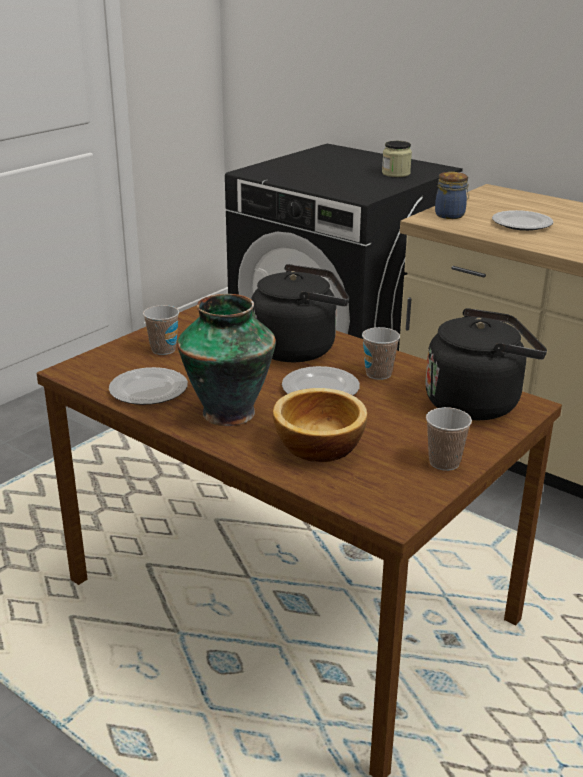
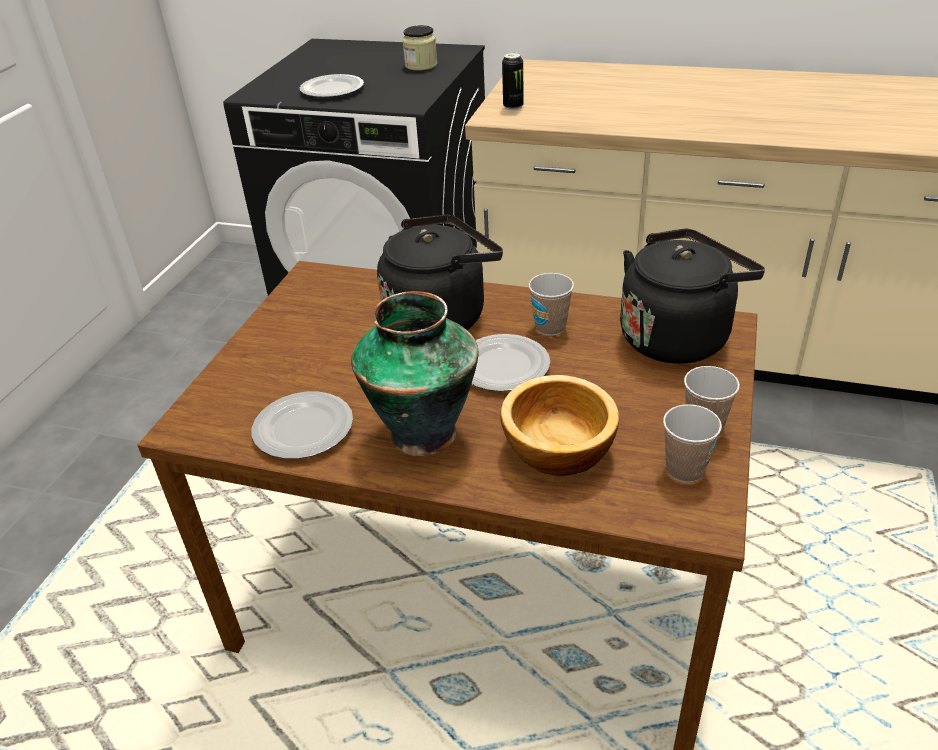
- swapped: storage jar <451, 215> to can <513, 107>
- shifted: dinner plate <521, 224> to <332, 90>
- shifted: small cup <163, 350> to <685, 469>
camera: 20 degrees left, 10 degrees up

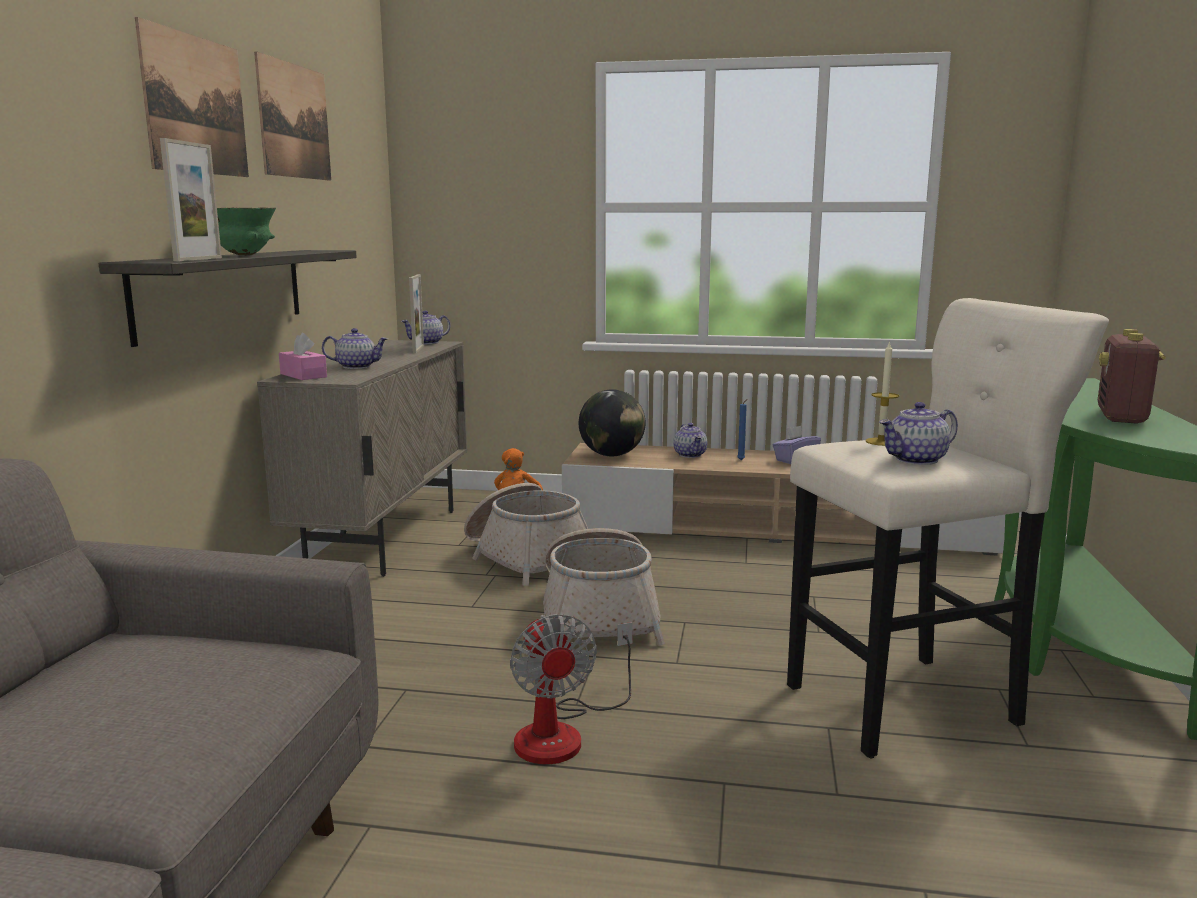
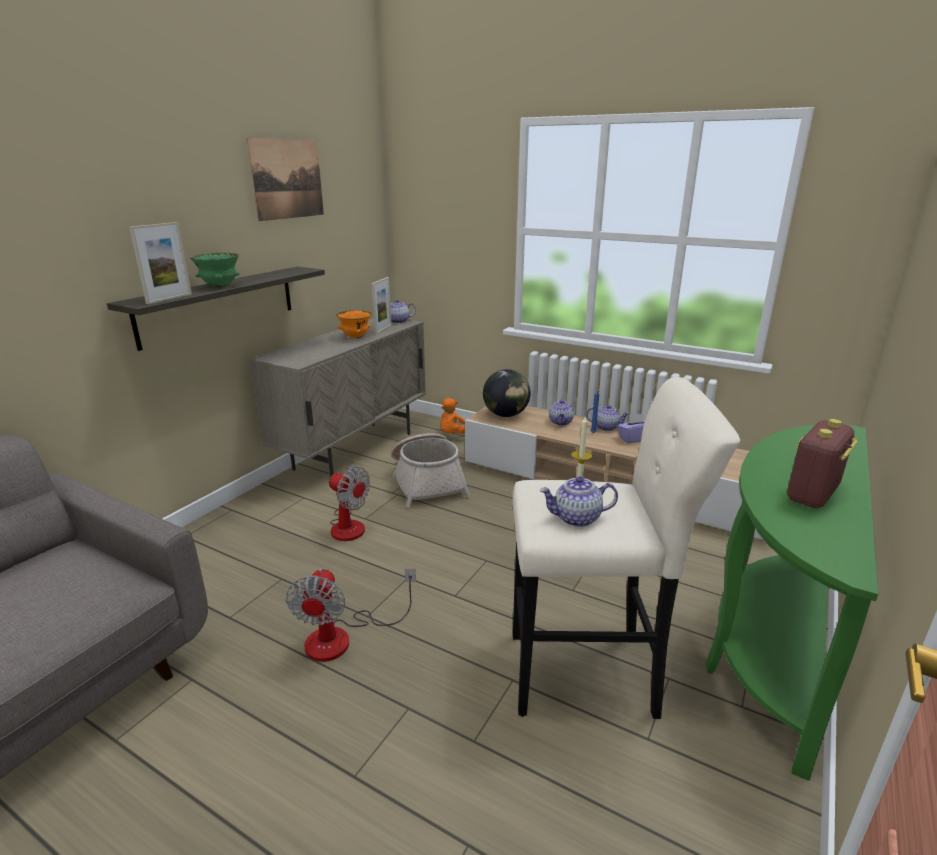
- gone: wall art <196, 105>
- shifted: teapot <357, 366> to <606, 427>
- gone: pink-coloured tissue holder <303, 375>
- gone: household basket <599, 615>
- new: orange bowl <355, 337>
- new: cooling fan <349, 524>
camera: 20 degrees right, 10 degrees up

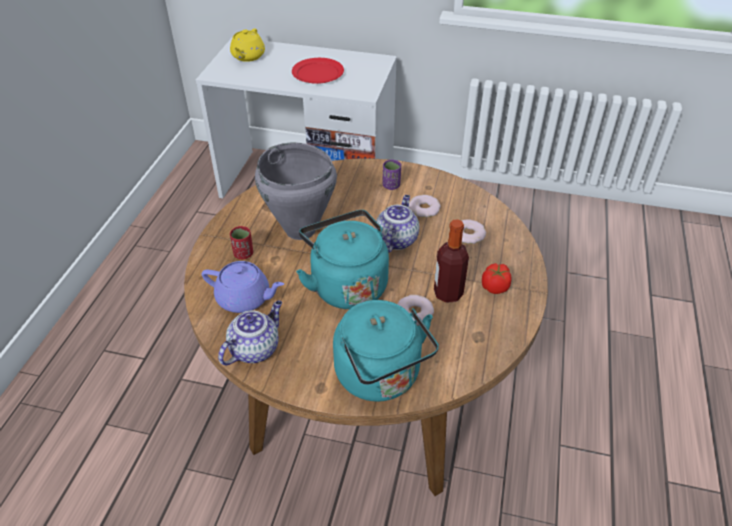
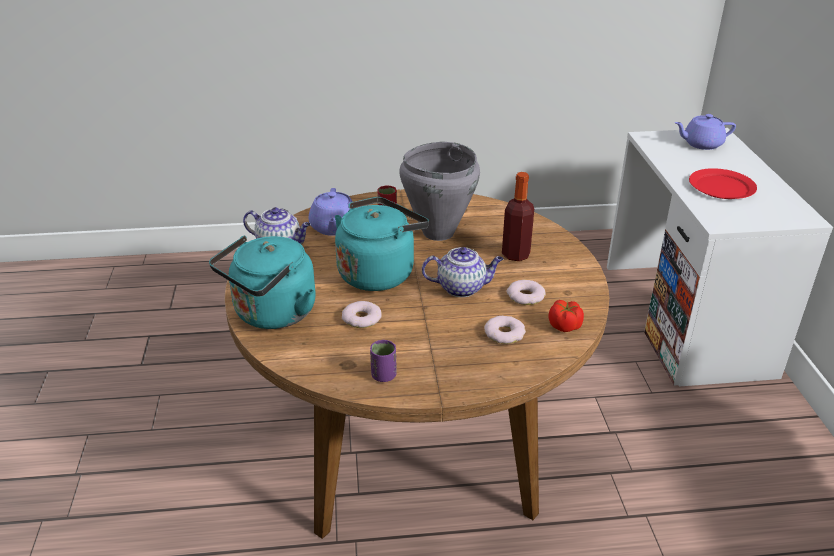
- repainted: yellowish teapot <248, 56> to purple teapot <701, 144>
- shifted: purple small cup <391, 185> to <383, 376>
- shifted: bottle <448, 293> to <515, 255>
- shifted: tomato <495, 287> to <564, 326>
camera: 70 degrees right, 10 degrees down

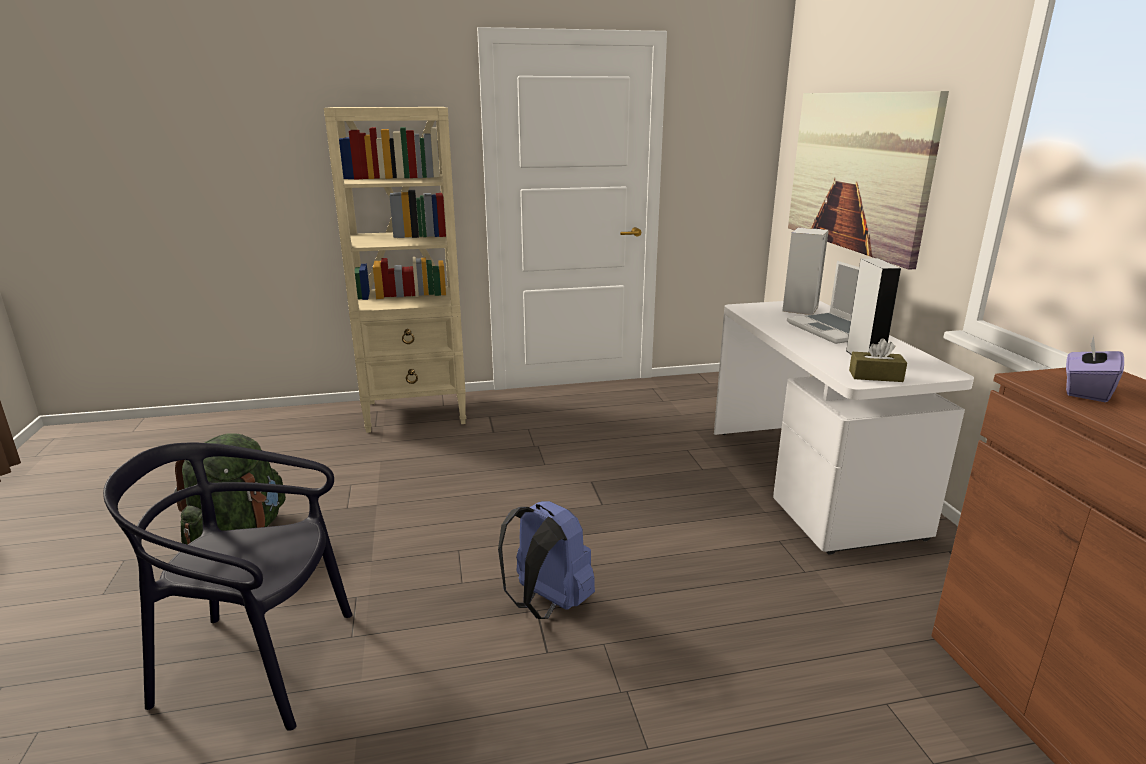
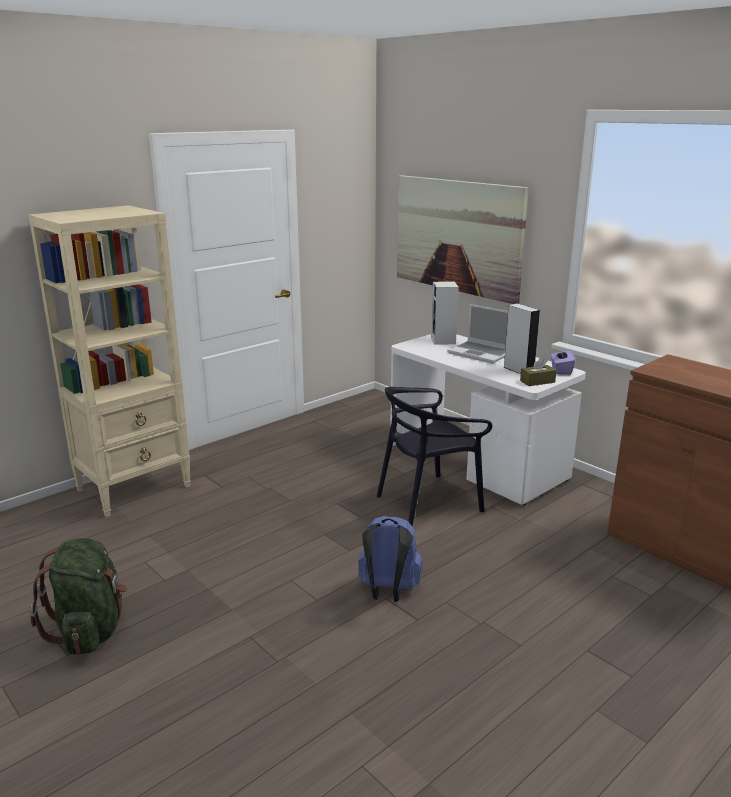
- shifted: purple tissue holder <1085, 391> to <561, 370>
- shifted: blackish chair <257, 664> to <428, 501>
camera: 30 degrees left, 0 degrees up

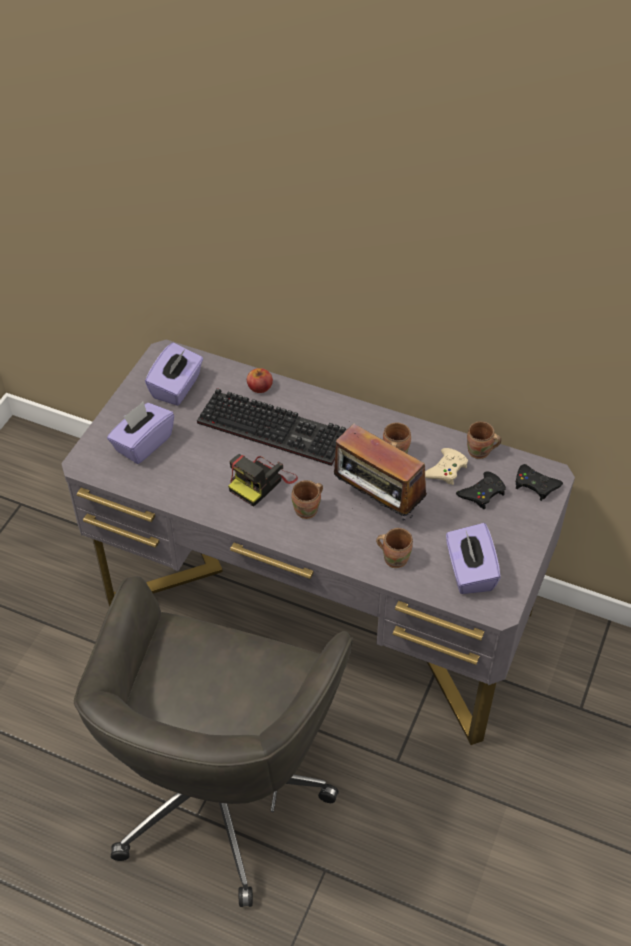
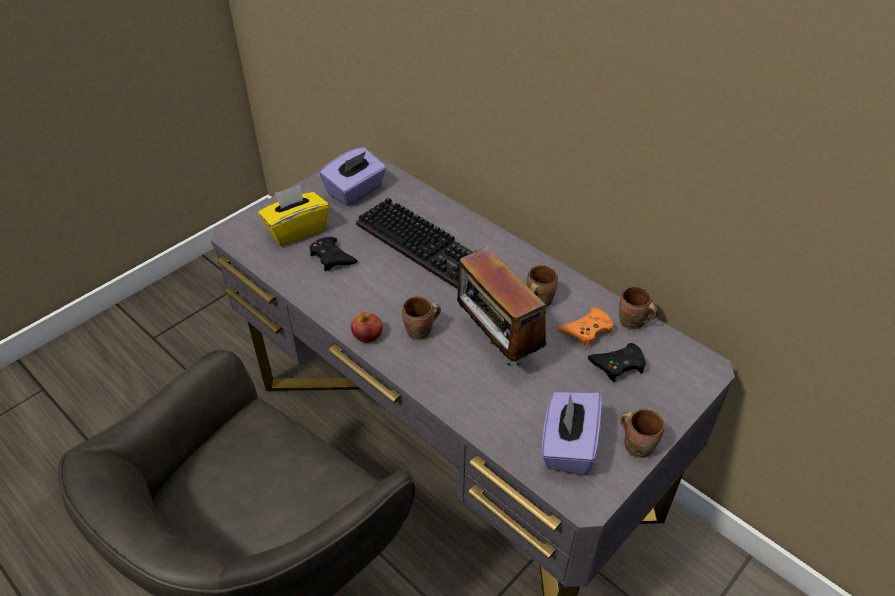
- shifted: apple <259, 387> to <367, 334>
- repainted: purple tissue holder <143, 444> to yellowish tissue holder <296, 230>
- repainted: beige-coloured gamepad <445, 470> to orange gamepad <587, 330>
- gone: still camera <262, 482>
- shifted: blackish gamepad <535, 485> to <332, 257>
- shifted: brown-coloured coffee mug <394, 557> to <637, 444>
camera: 20 degrees right, 5 degrees down

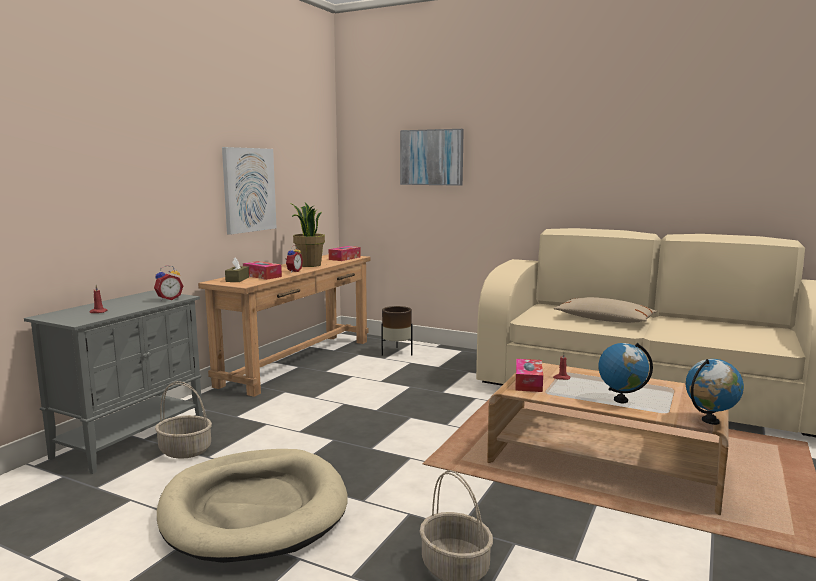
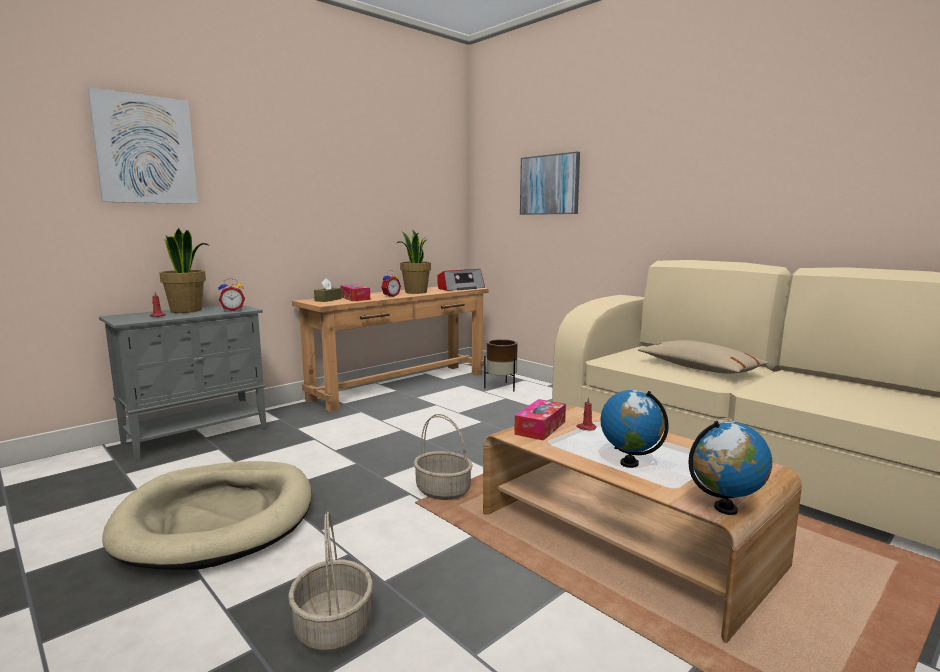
- shifted: wall art <248, 190> to <145, 150>
- swapped: tissue holder <344, 258> to radio <460, 288>
- shifted: household basket <186, 450> to <443, 491>
- new: plant in a pot <187, 310>
camera: 20 degrees right, 0 degrees up

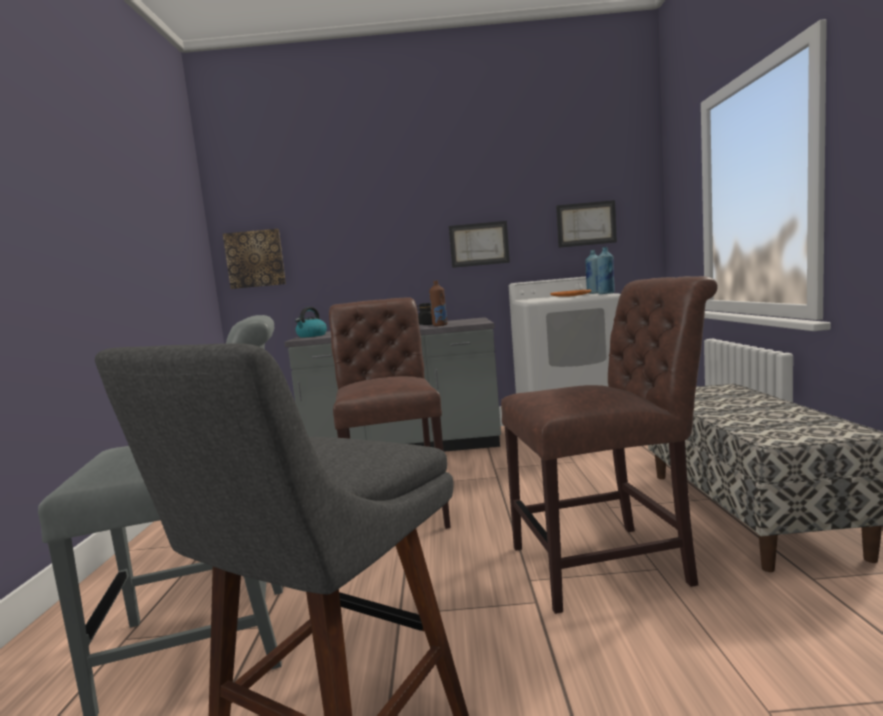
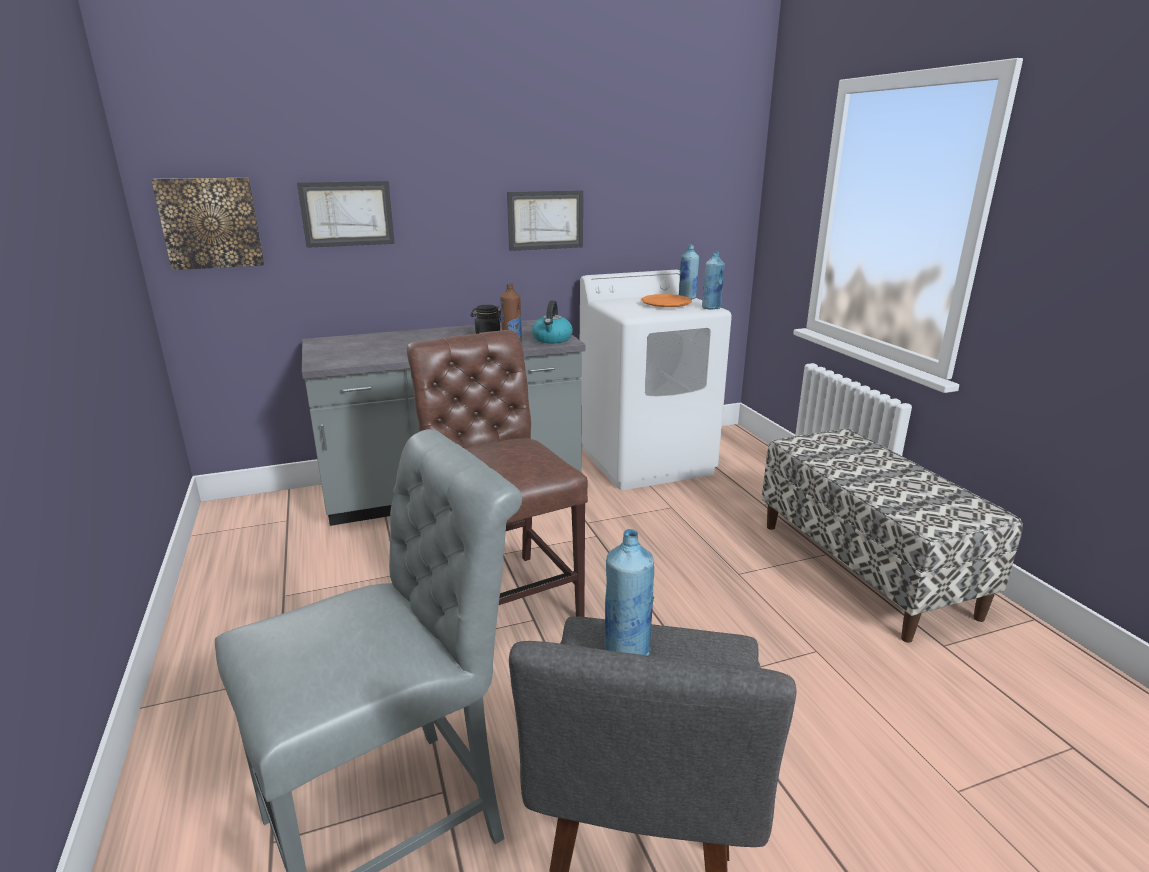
- shifted: wall art <586, 224> to <347, 214>
- gone: brown-coloured chair <608, 564>
- shifted: water kettle <311, 336> to <552, 339>
- new: bluish bottle <627, 650>
camera: 20 degrees left, 15 degrees up

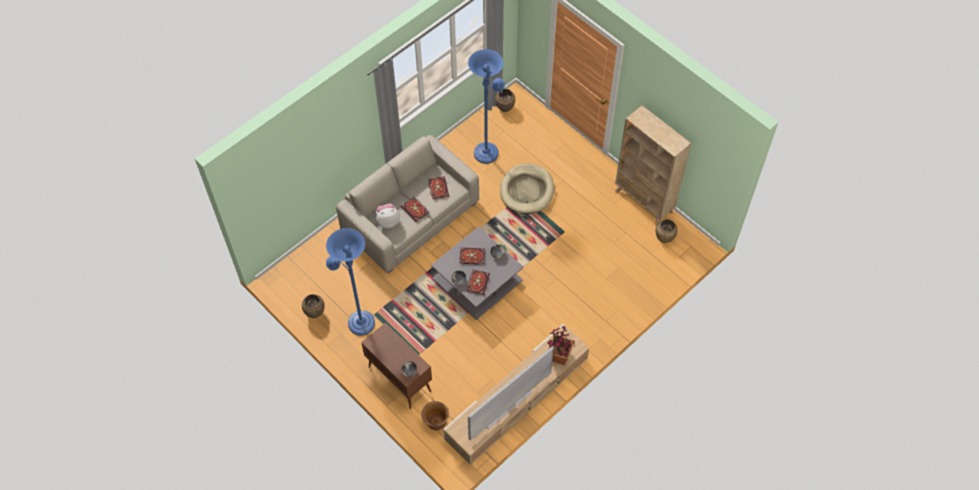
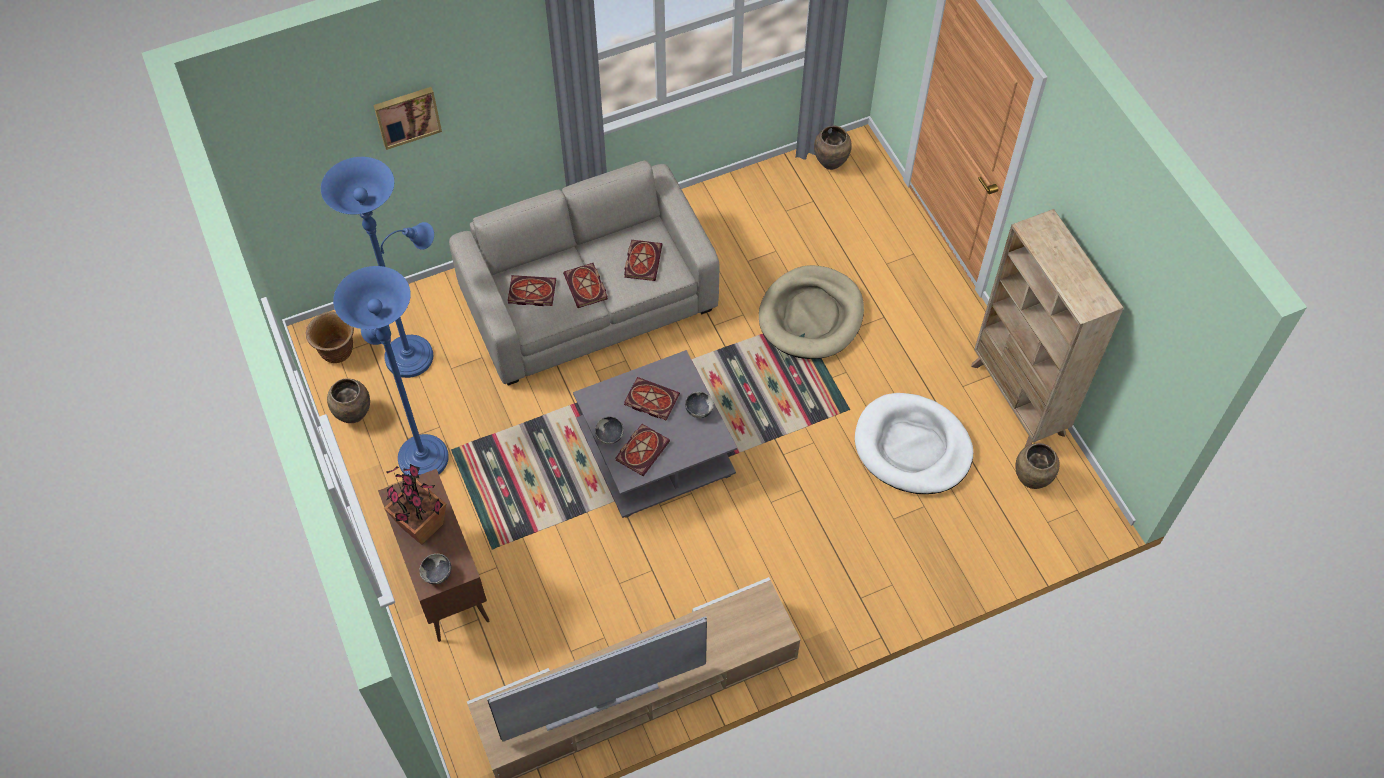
- shifted: bluish standing lamp <487, 151> to <414, 353>
- swapped: cuddly toy <388, 221> to volume <530, 292>
- shifted: plant in a pot <559, 356> to <421, 526>
- shifted: brown-coloured flower pot <436, 422> to <337, 351>
- new: wall art <407, 116>
- new: white-coloured dog cushion <912, 447>
camera: 20 degrees right, 0 degrees up

